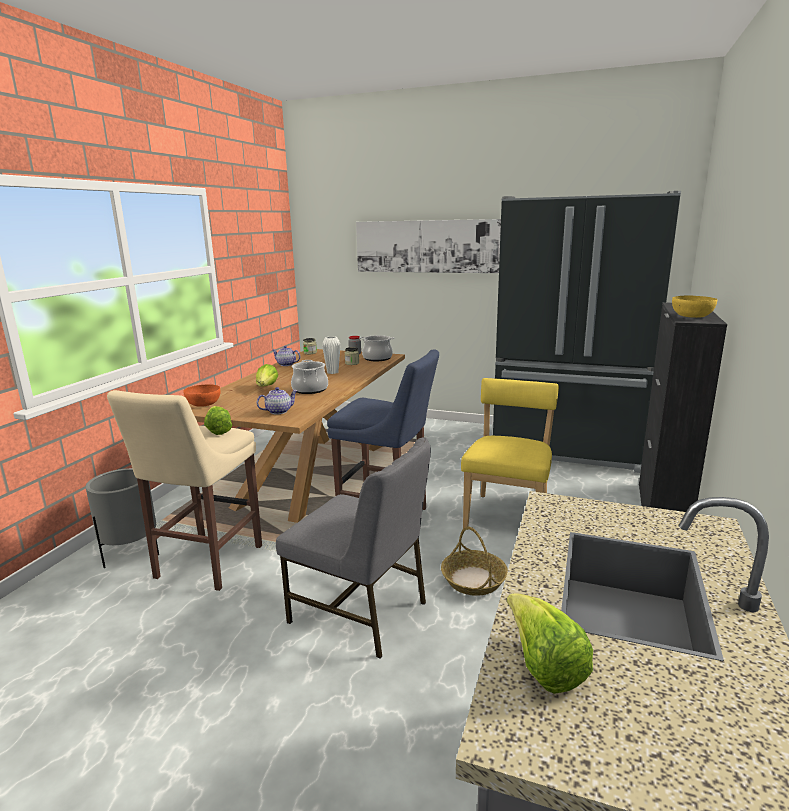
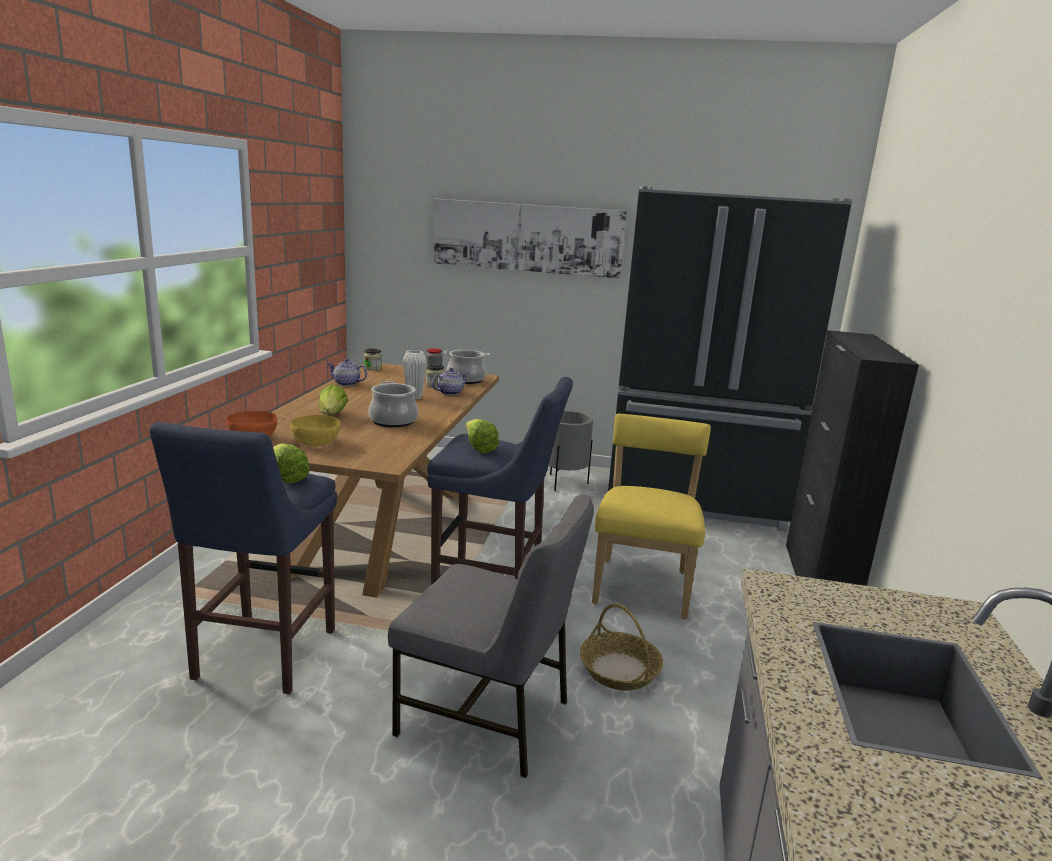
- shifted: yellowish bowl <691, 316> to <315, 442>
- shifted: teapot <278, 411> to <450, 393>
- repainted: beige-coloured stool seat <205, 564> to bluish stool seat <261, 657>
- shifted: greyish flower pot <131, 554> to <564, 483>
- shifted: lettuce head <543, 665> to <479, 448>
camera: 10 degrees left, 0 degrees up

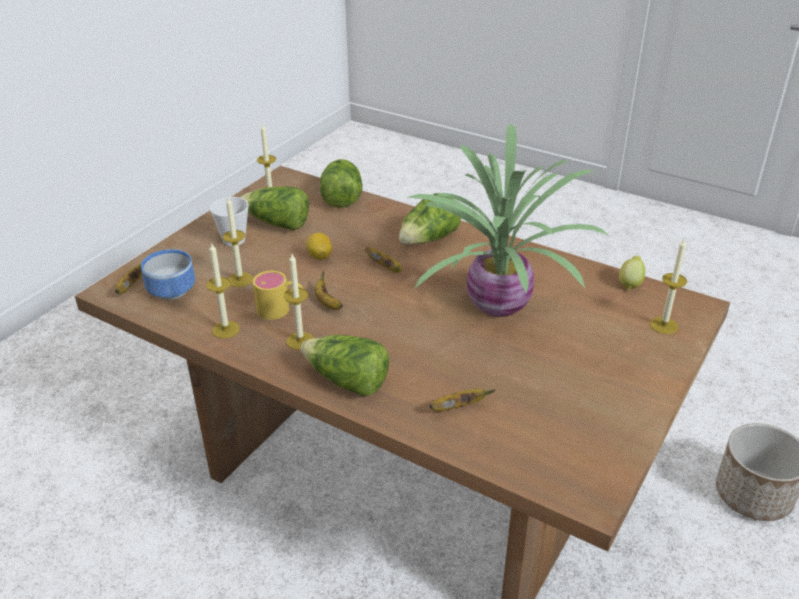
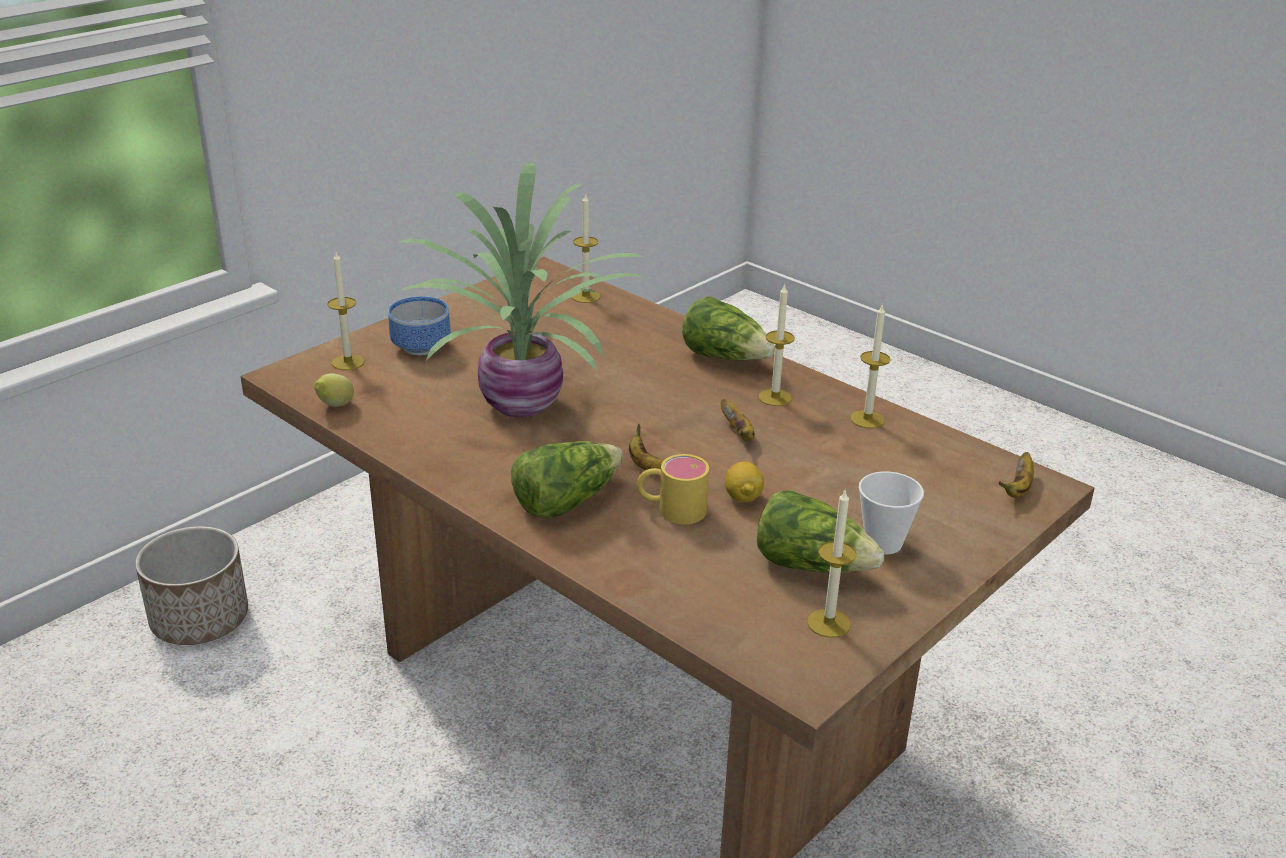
- gone: lettuce head <341, 197>
- shifted: candle <240, 280> to <585, 296>
- shifted: bowl <172, 292> to <421, 345>
- shifted: yellowish coffee mug <281, 309> to <671, 509>
- gone: banana <459, 407>
camera: 170 degrees left, 5 degrees down

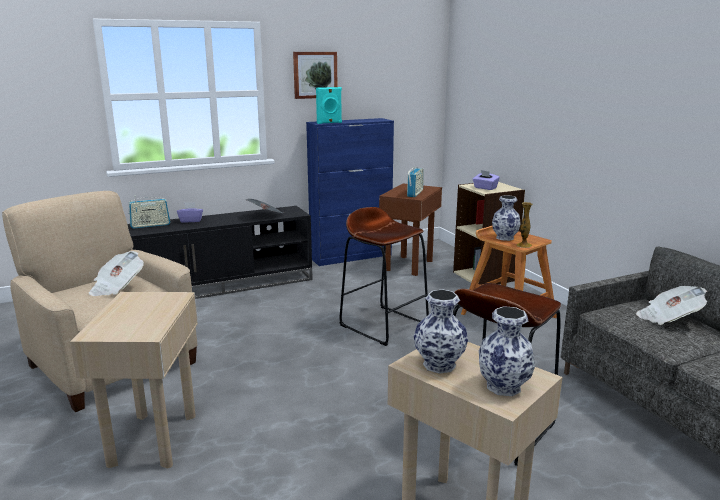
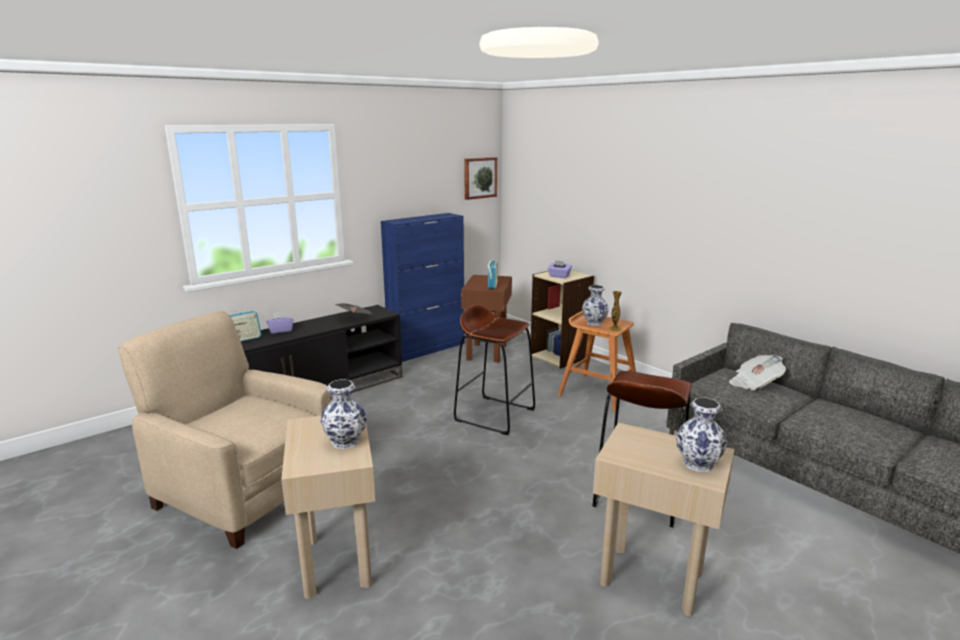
- shifted: wall art <315, 75> to <479, 178>
- gone: turquoise-coloured audio speaker <329, 123>
- gone: printed paper <117, 287>
- shifted: flower vase <438, 364> to <345, 441>
camera: 15 degrees left, 0 degrees up

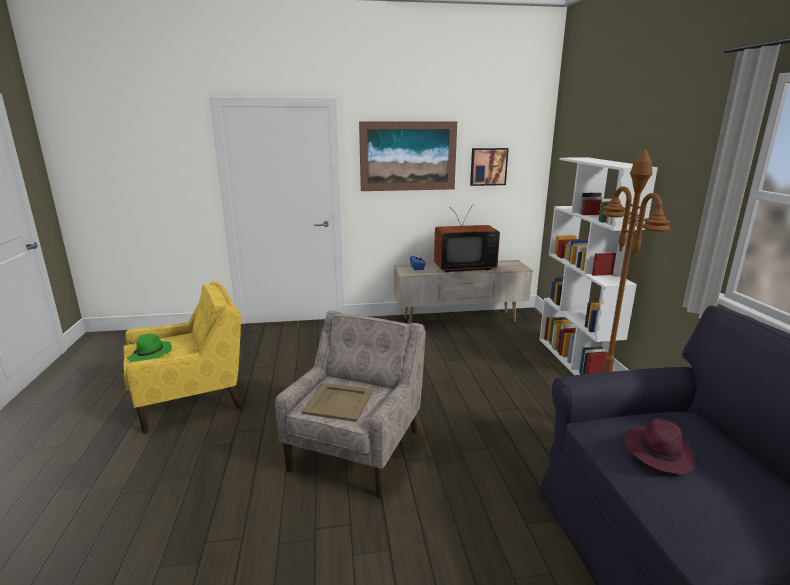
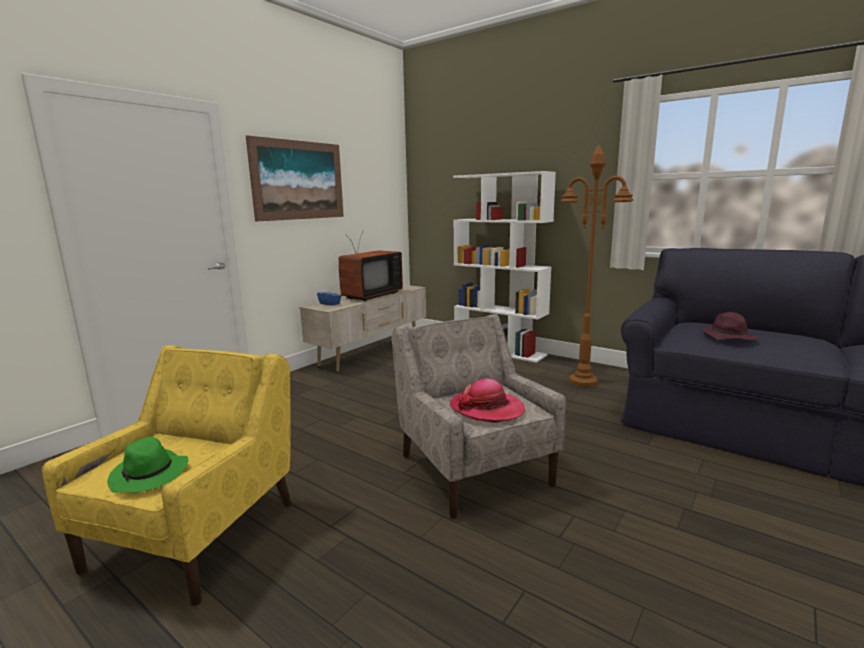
- gone: wall art <488, 166>
- swapped: beige-coloured serving tray <339, 402> to hat <487, 409>
camera: 45 degrees left, 5 degrees down

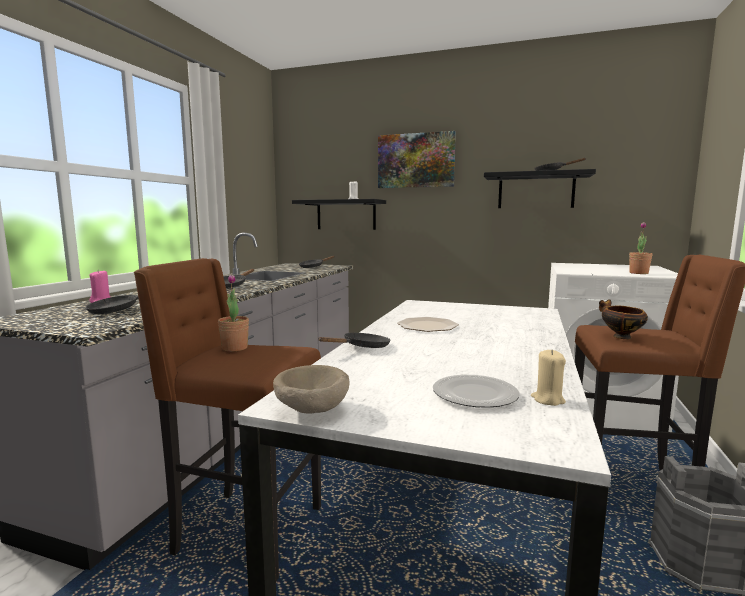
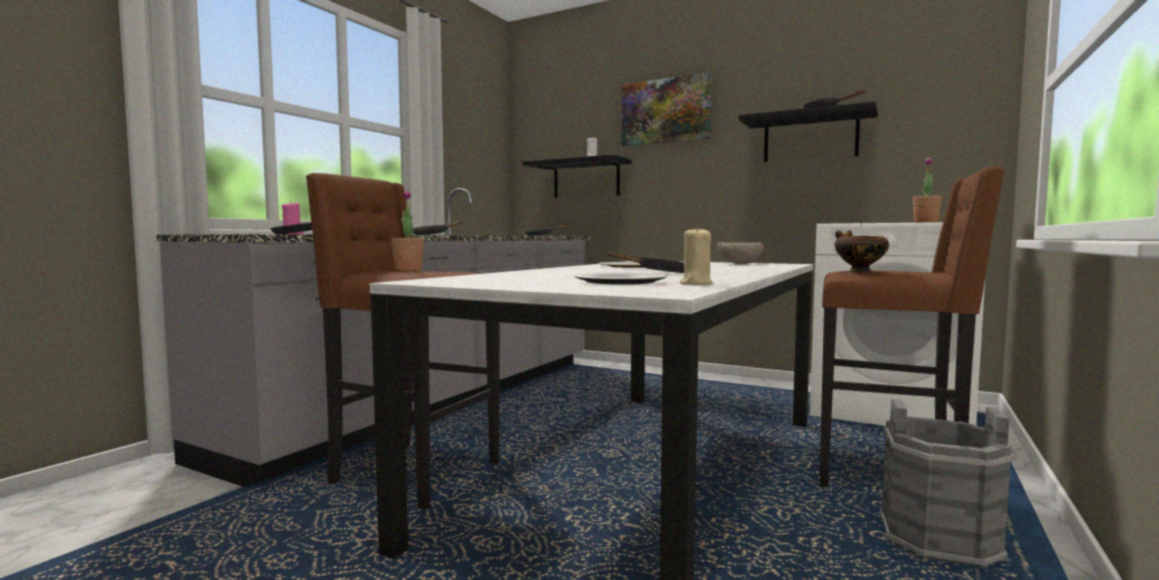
- shifted: blackish pan <362, 347> to <659, 273>
- shifted: beige-coloured bowl <311, 411> to <738, 264>
camera: 10 degrees right, 5 degrees down

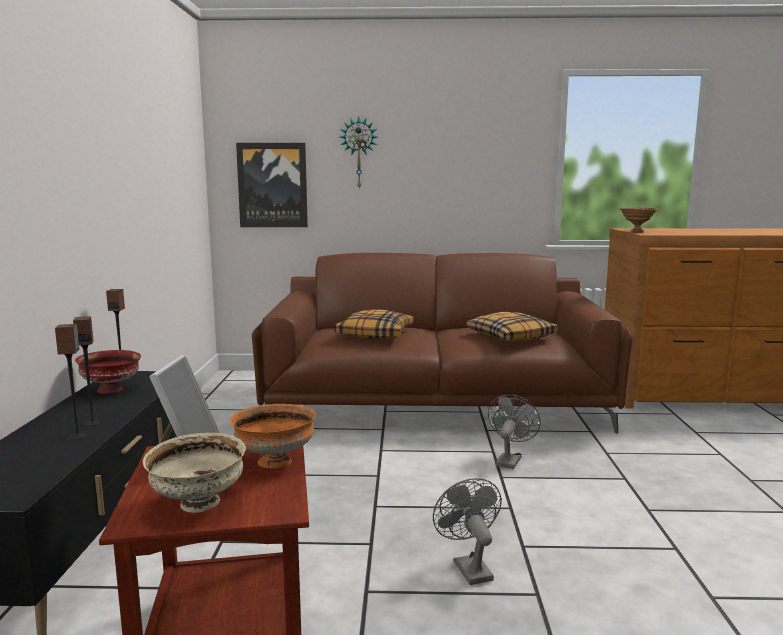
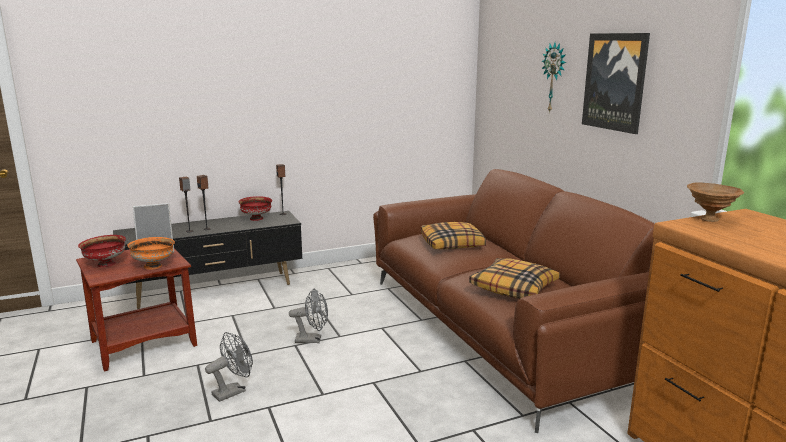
- shifted: wall art <272, 185> to <615, 82>
- shifted: greyish cooling fan <509, 460> to <312, 340>
- repainted: beige-coloured bowl <200, 504> to reddish bowl <105, 264>
camera: 65 degrees right, 5 degrees up

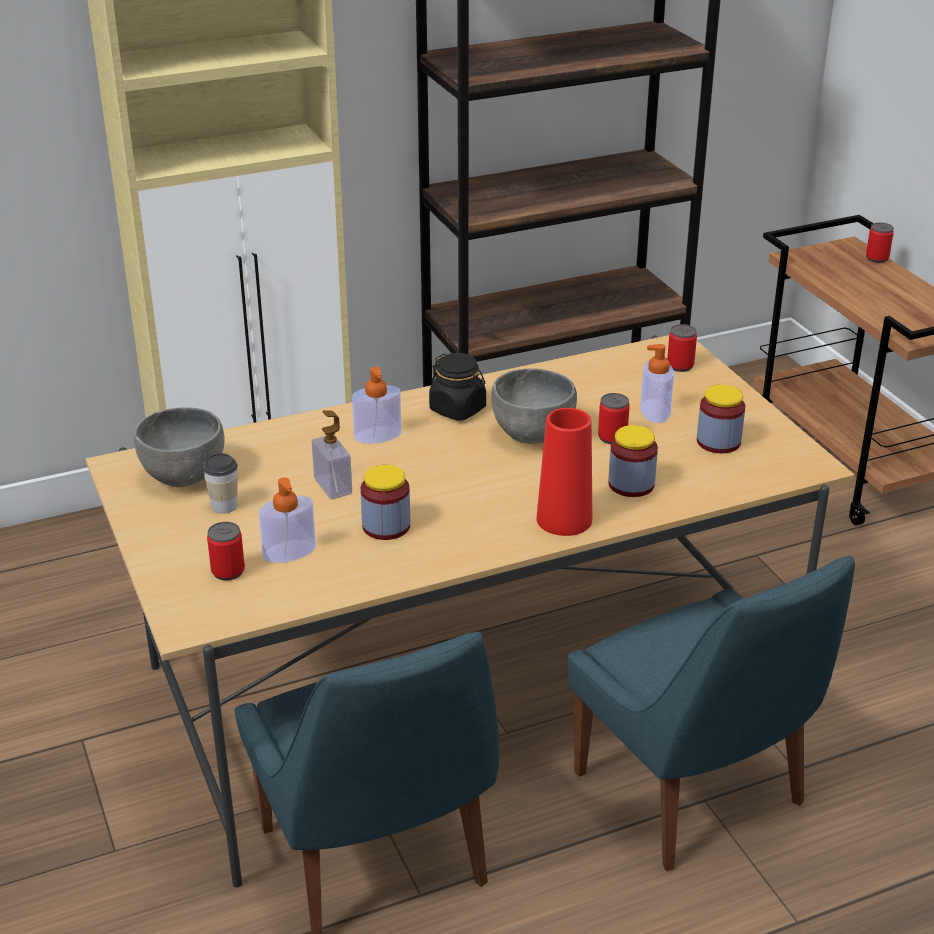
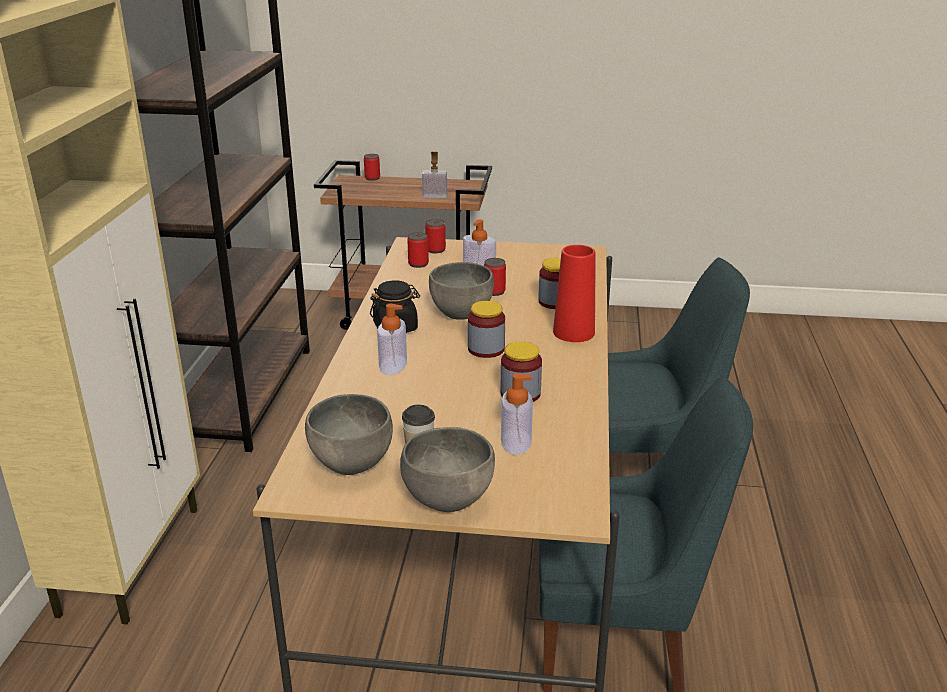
- shifted: storage jar <718, 442> to <486, 349>
- shifted: liquid soap bottle <333, 486> to <435, 196>
- shifted: can <228, 571> to <418, 264>
- new: greyish bowl <449, 499>
camera: 60 degrees left, 5 degrees down

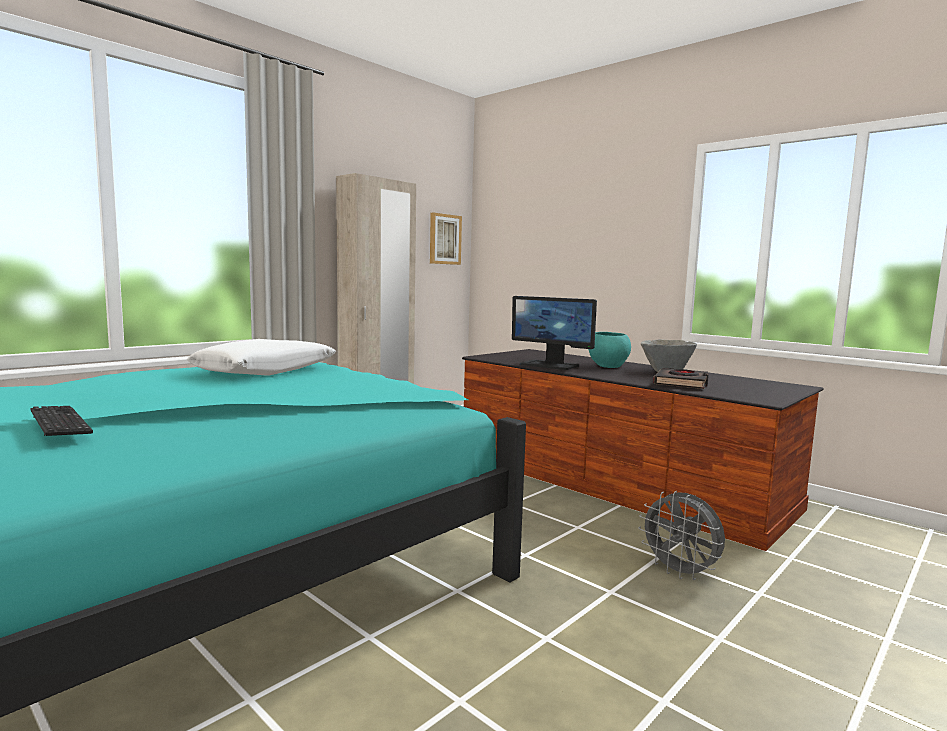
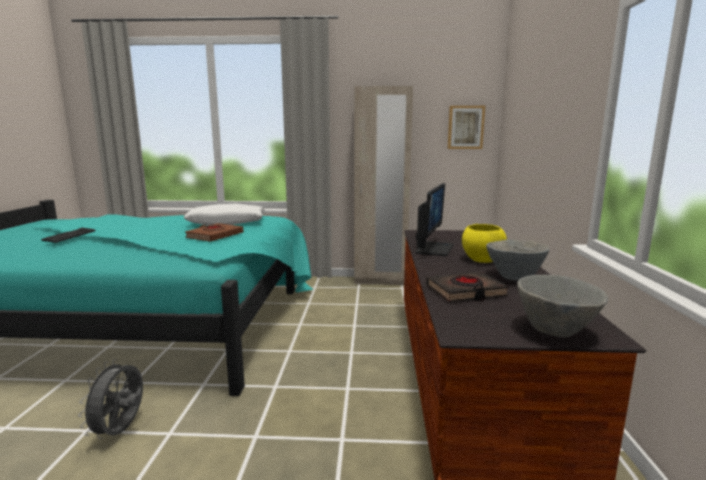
- rotated: monitor <550, 365> = <433, 248> 150 degrees counterclockwise
- repainted: turquoise-coloured bowl <608, 366> to yellowish bowl <482, 259>
- shifted: greyish cooling fan <680, 573> to <121, 431>
- new: brown-coloured volume <215, 236>
- new: greyish bowl <555, 331>
camera: 50 degrees right, 5 degrees up

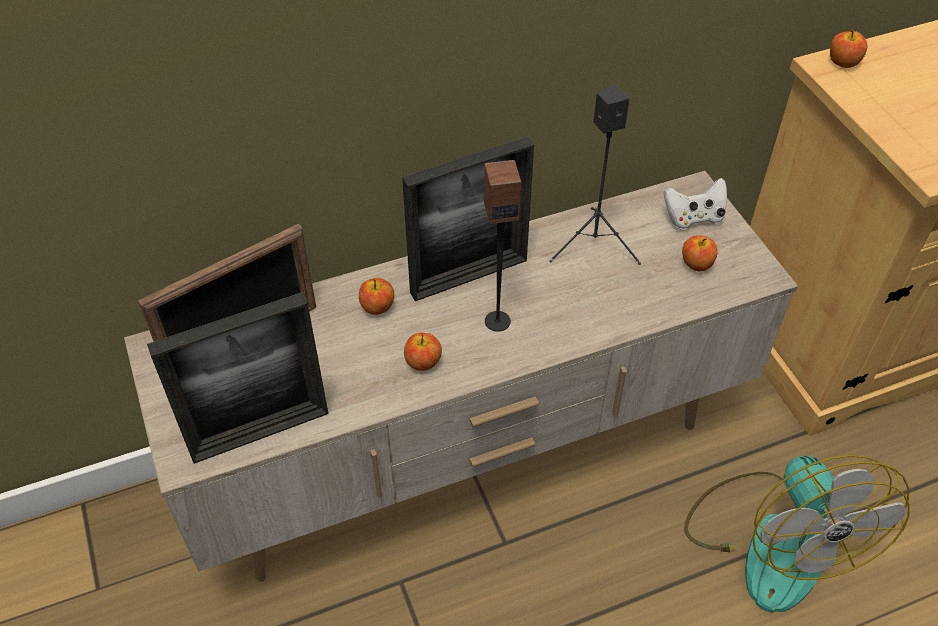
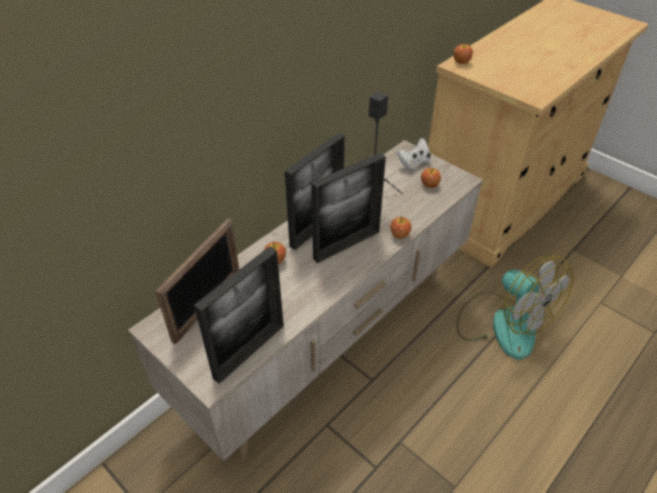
- swapped: audio speaker <497, 321> to photo frame <346, 245>
- shifted: apple <423, 362> to <400, 234>
camera: 25 degrees left, 5 degrees down

